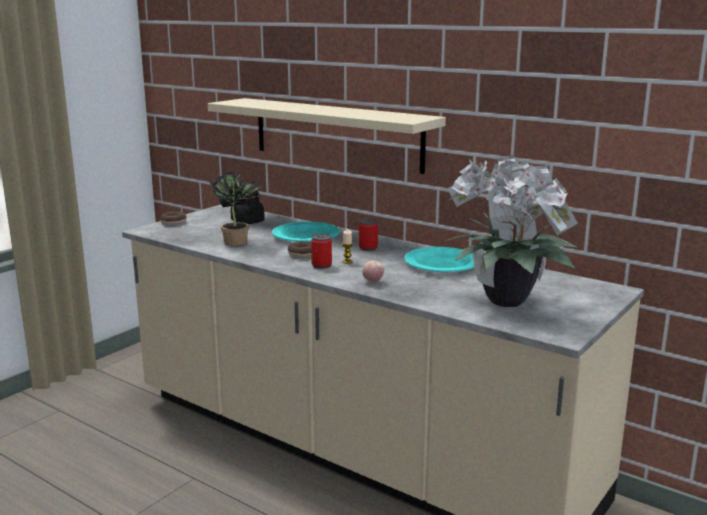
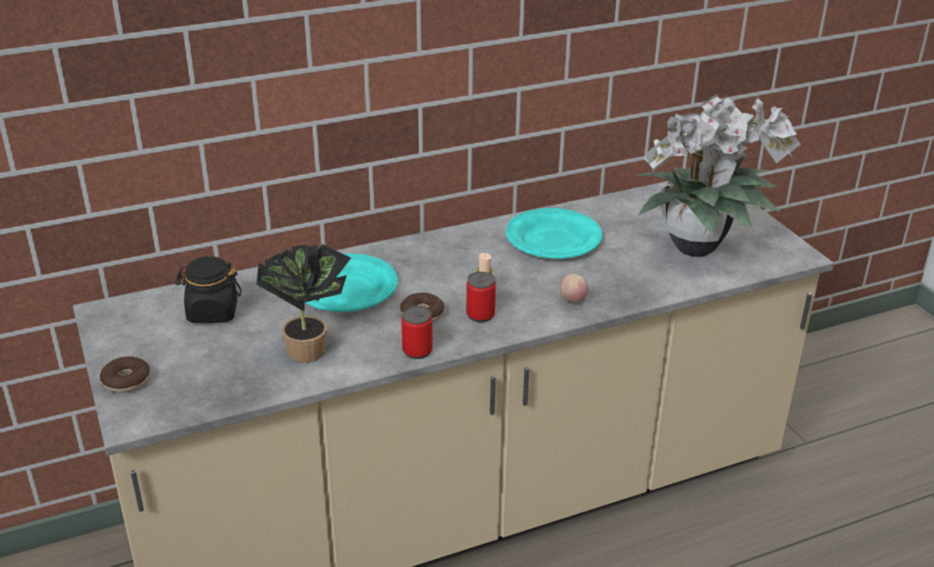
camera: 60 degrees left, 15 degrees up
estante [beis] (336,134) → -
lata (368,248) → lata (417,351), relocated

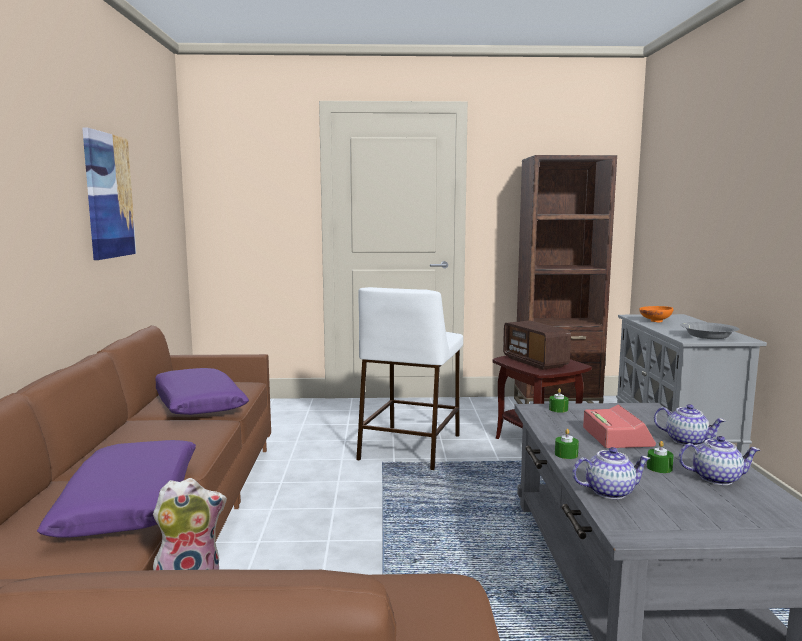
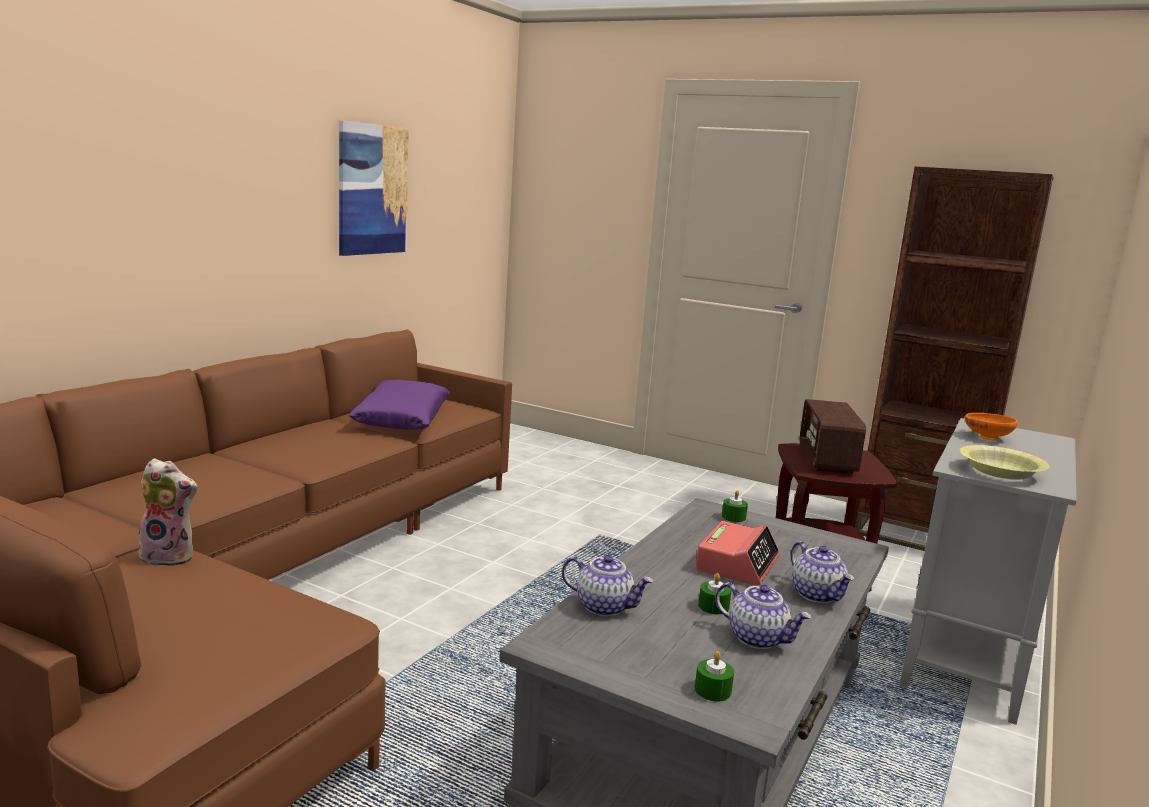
camera: 30 degrees right, 5 degrees up
cojín [morado] (130,503) → -
taburete [blanco] (410,446) → -
vela [verde] (566,454) → vela [verde] (713,690), relocated
cuenco [gris] (708,336) → cuenco [amarillo] (1000,472)

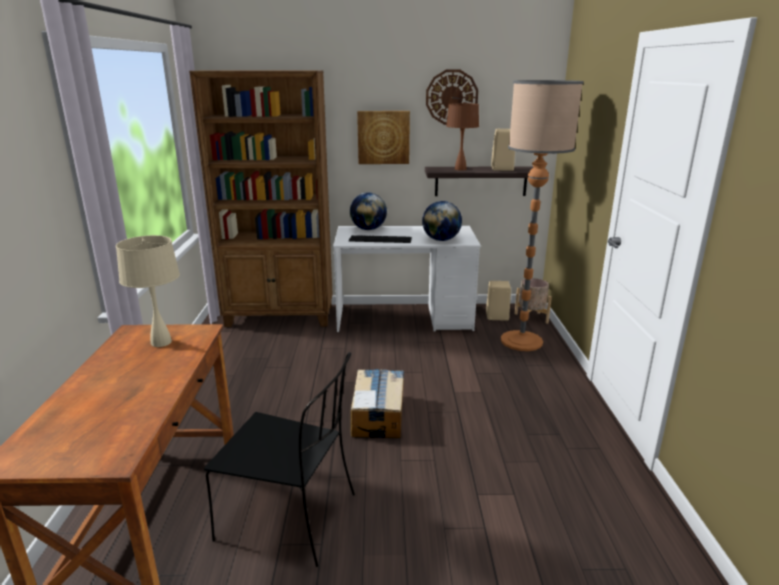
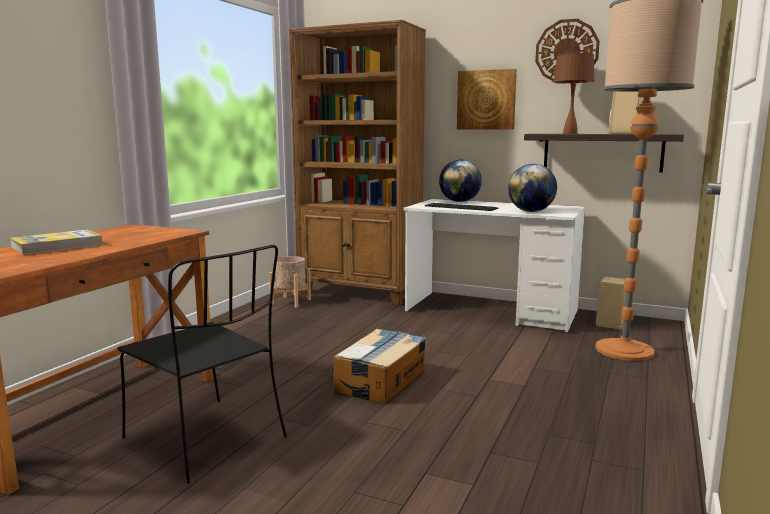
camera: 25 degrees right, 10 degrees down
lámpara de mesa [beis] (161,342) → -
maceta [beis] (531,318) → maceta [beis] (290,302), relocated
- → libro (57,246)

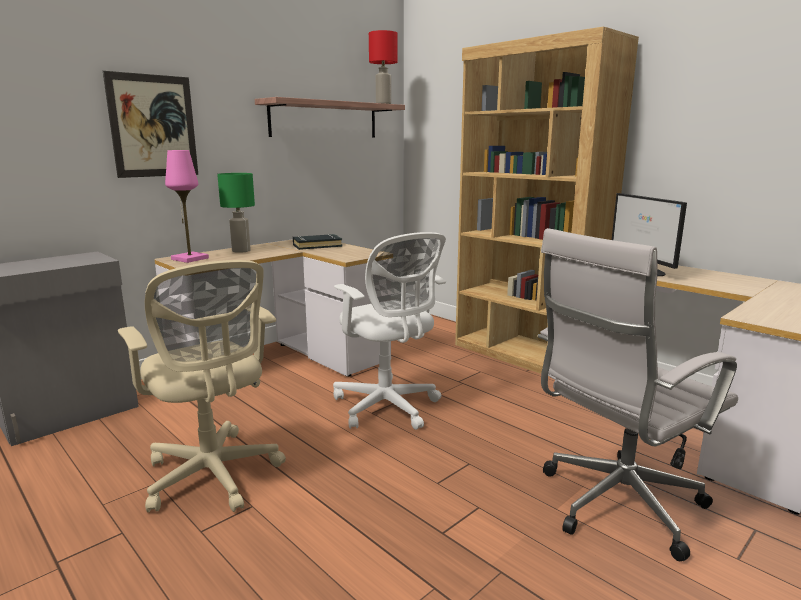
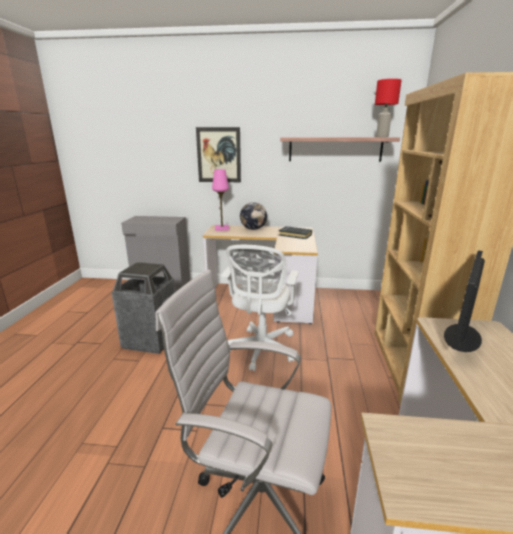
camera: 50 degrees right, 5 degrees up
silla de oficina [beis] (214,477) → papelera (150,340)
lámpara de mesa [verde] (241,251) → globo terráqueo (253,229)

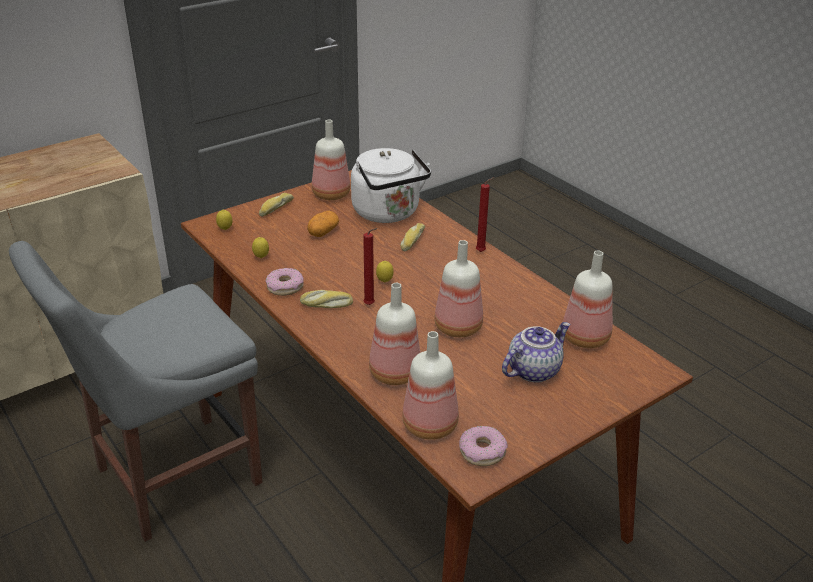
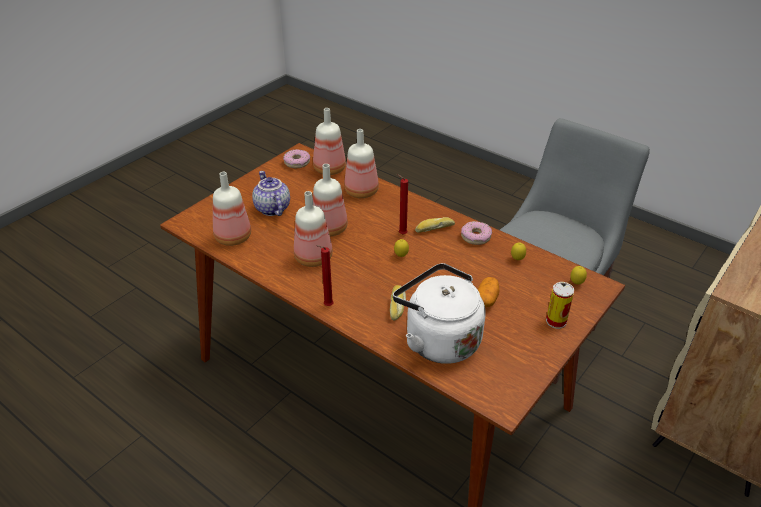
camera: 165 degrees right, 5 degrees up
pan (275,208) → lata (556,321)
botella (330,195) → botella (314,257), relocated
tetera (533,370) → tetera (271,208), 120 degrees clockwise

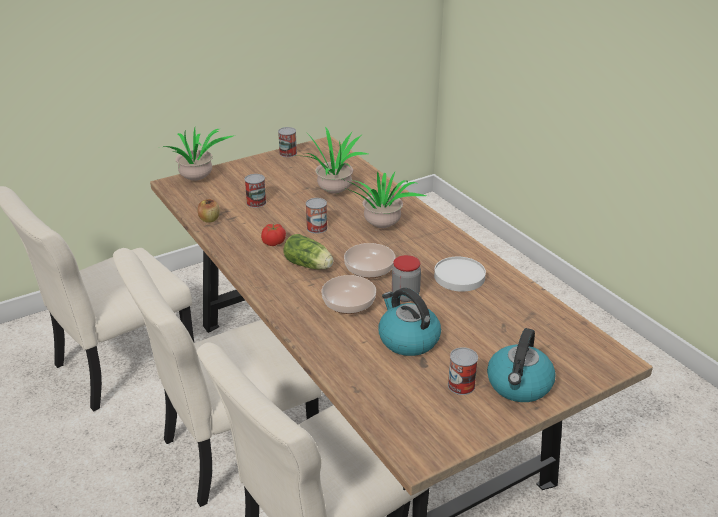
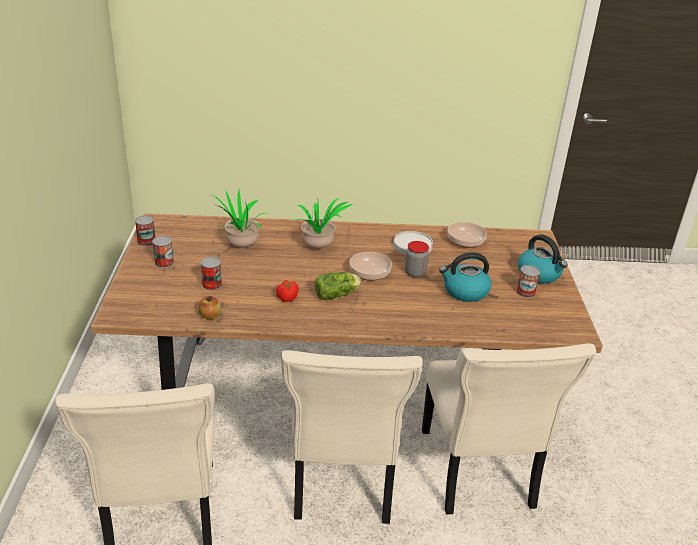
camera: 60 degrees left, 0 degrees up
planta en maceta (198,180) → -
lata (317,228) → lata (164,262), relocated
cuenco (348,304) → cuenco (466,242), relocated

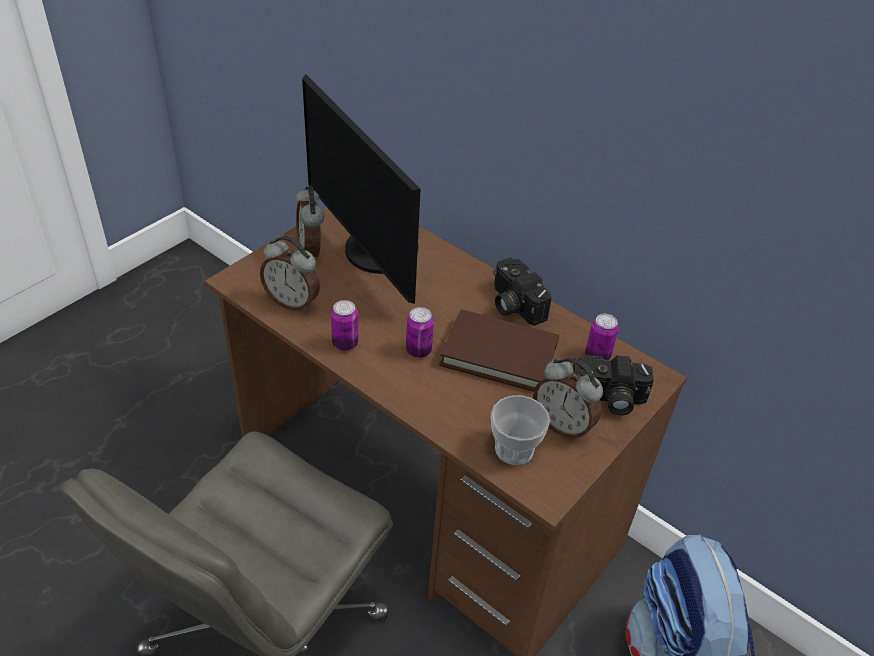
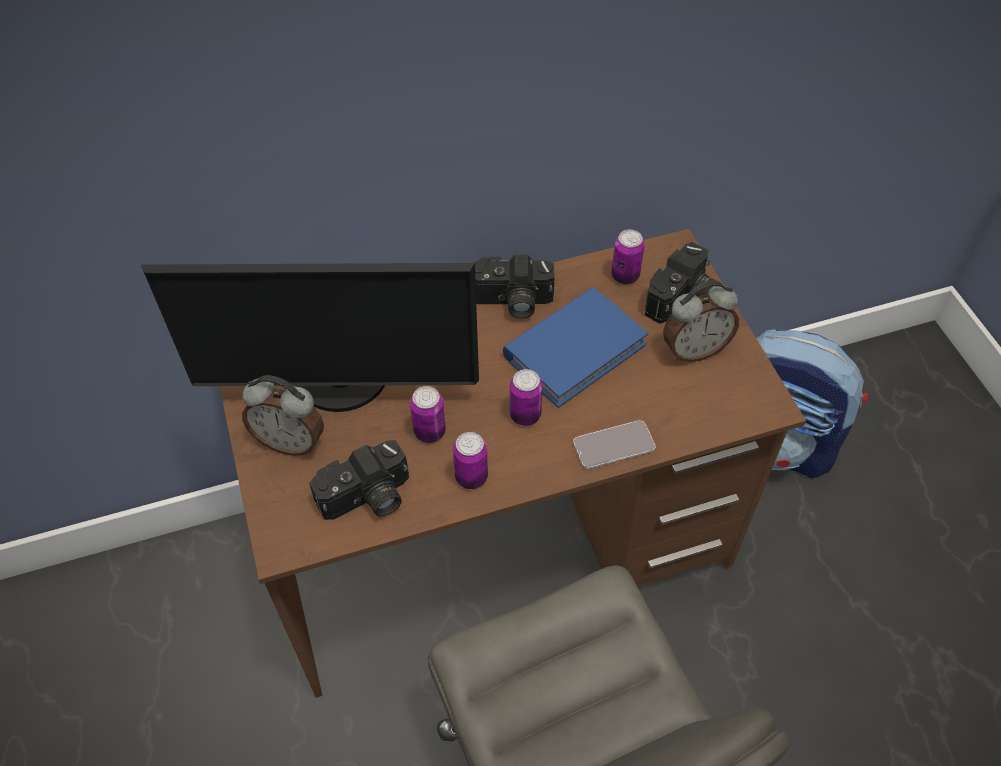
camera: 55 degrees left, 10 degrees up
despertador (292,302) → cámara (367,499)
libro [marrón] (499,355) → libro [azul] (574,350)
taza (514,449) → -
- → lata (429,432)
- → móvil (614,446)

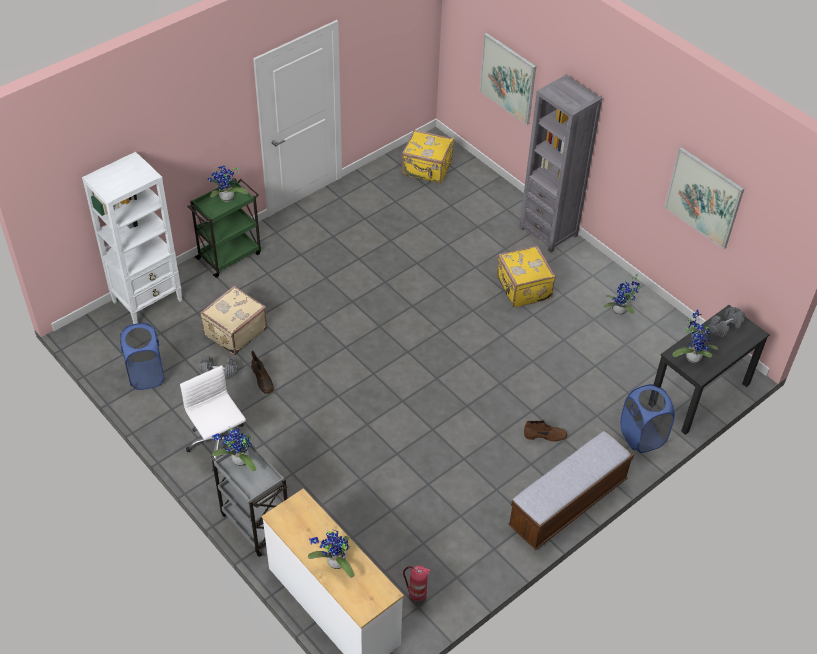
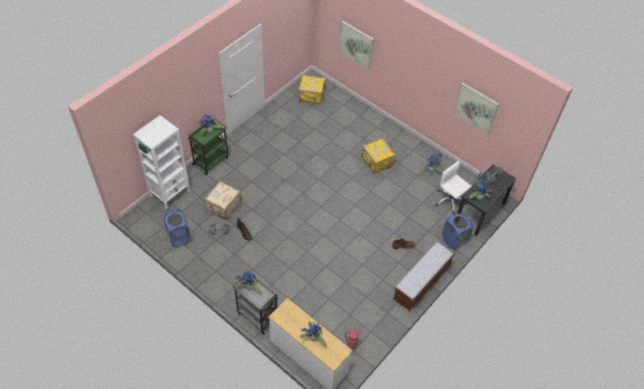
camera: 10 degrees left, 5 degrees up
silla de oficina [blanco] (219,444) → silla de oficina [blanco] (450,200), relocated
estantería [gris] (548,232) → -

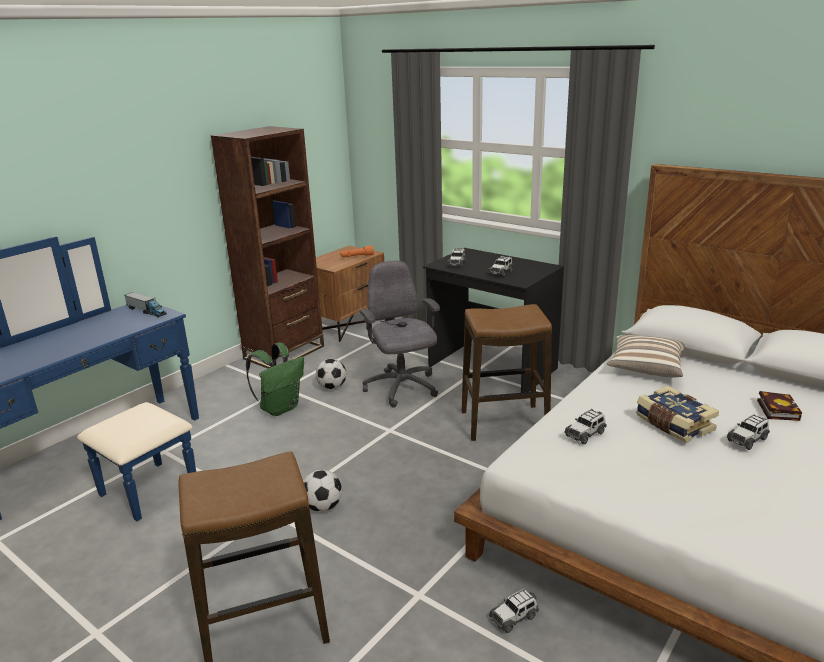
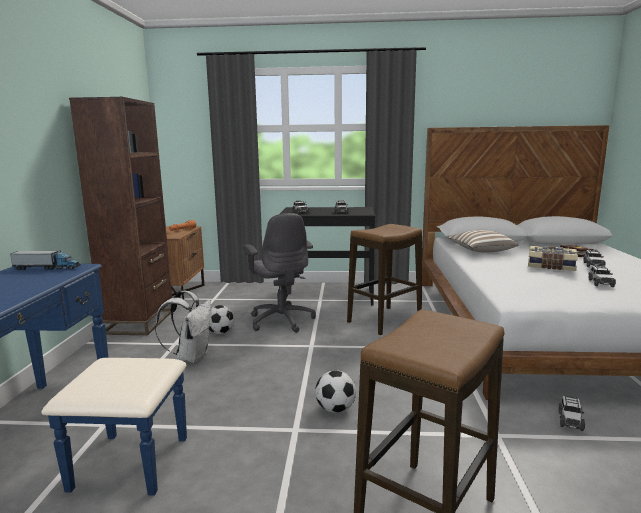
camera: 35 degrees left, 10 degrees down
mochila [verde] (280,408) → mochila [blanco] (191,357)
silla de oficina [gris] (402,388) → silla de oficina [gris] (281,320), 150 degrees counterclockwise
coche de juguete (585,434) → coche de juguete (600,283), relocated

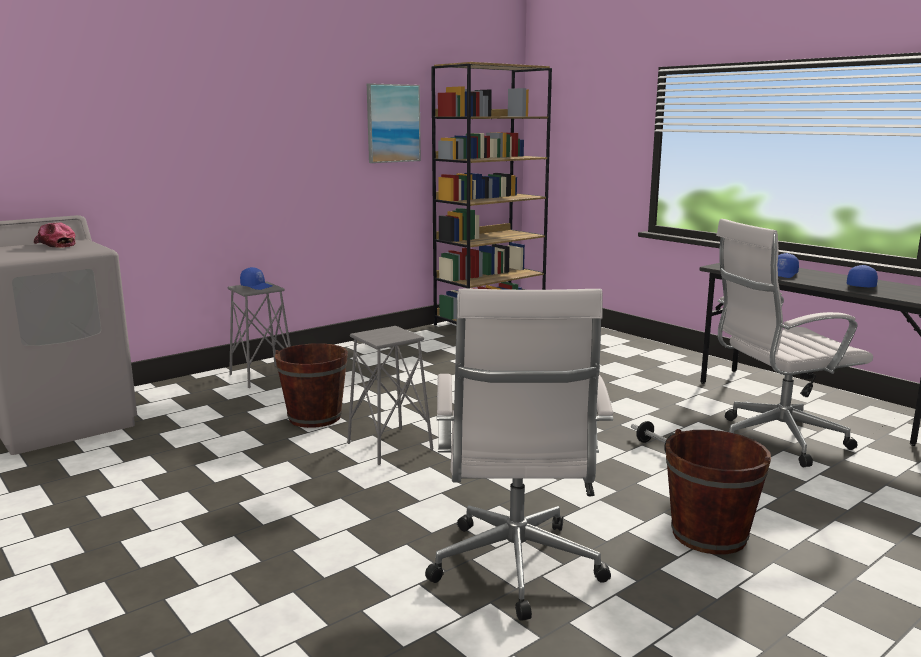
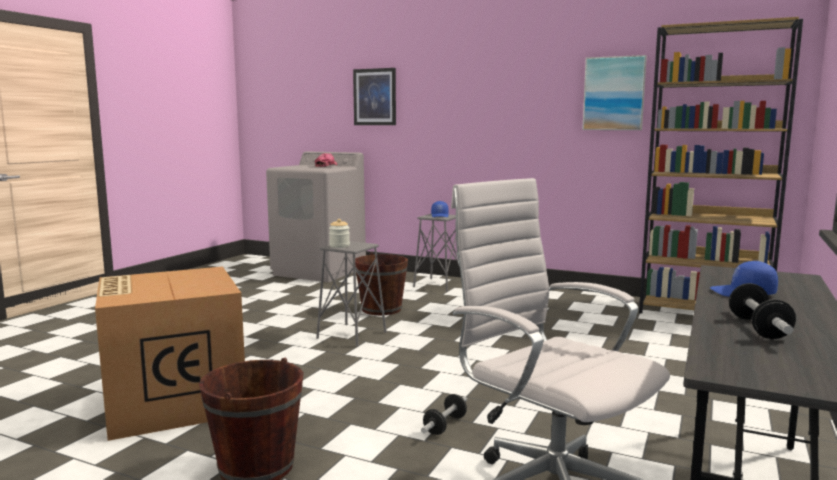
camera: 65 degrees right, 5 degrees down
silla de oficina [blanco] (516,571) → caja de cartón (173,401)
gorra [azul] (861,286) → mancuerna (758,328)
- → tarro (339,246)
- → cuadro (375,97)

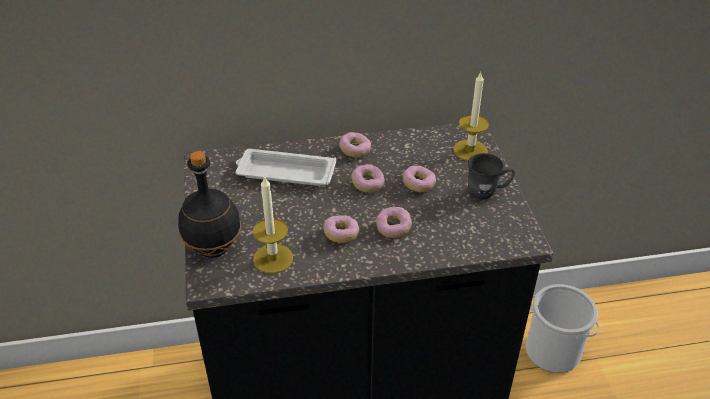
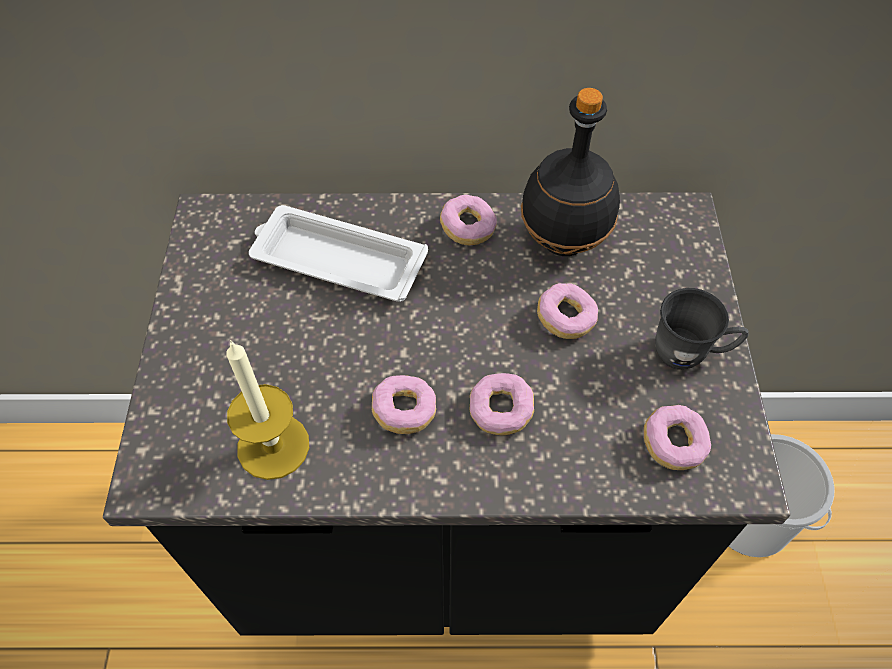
camera: 10 degrees right, 15 degrees up
botella [negro] (213,248) → botella [negro] (562,240), relocated
rosquilla (367,184) → rosquilla (673,444), relocated
vela (470,150) → -

